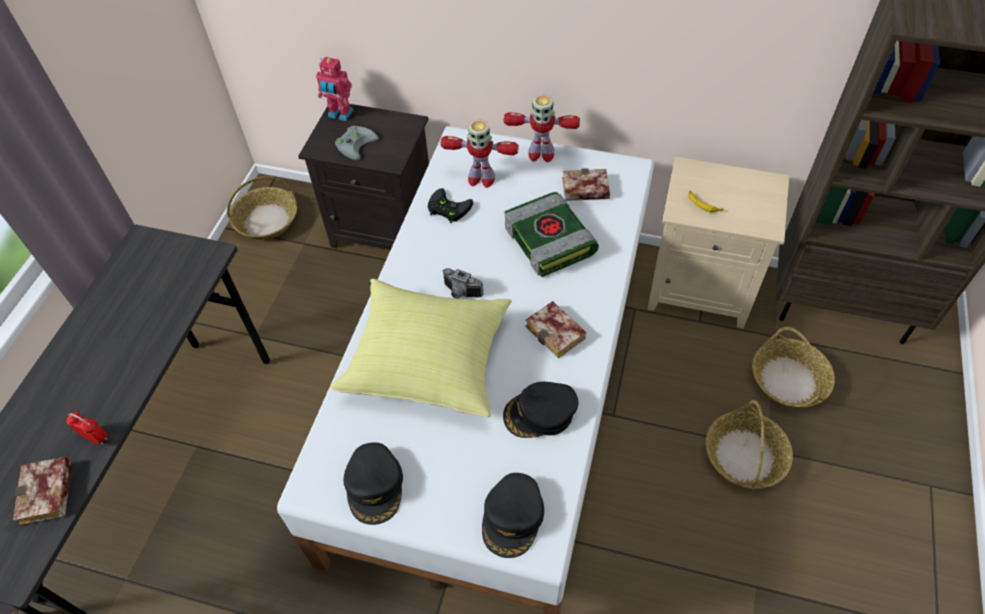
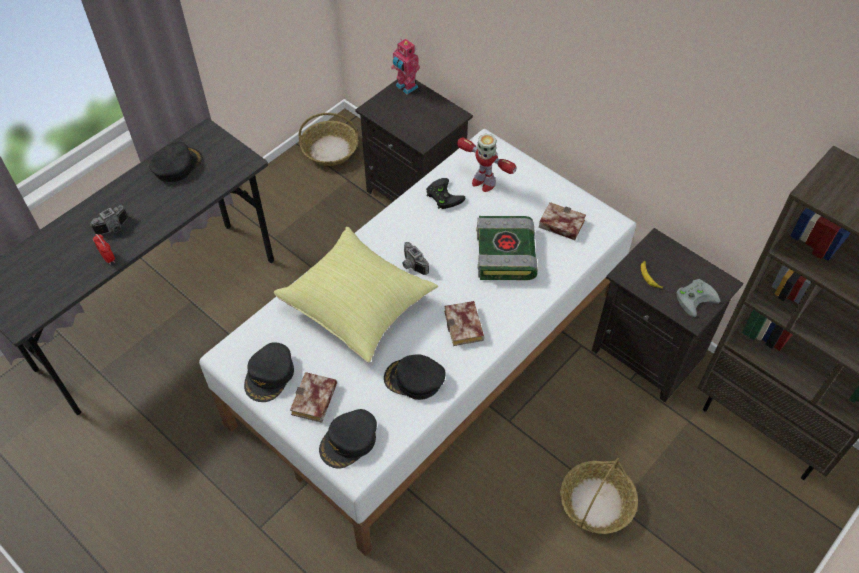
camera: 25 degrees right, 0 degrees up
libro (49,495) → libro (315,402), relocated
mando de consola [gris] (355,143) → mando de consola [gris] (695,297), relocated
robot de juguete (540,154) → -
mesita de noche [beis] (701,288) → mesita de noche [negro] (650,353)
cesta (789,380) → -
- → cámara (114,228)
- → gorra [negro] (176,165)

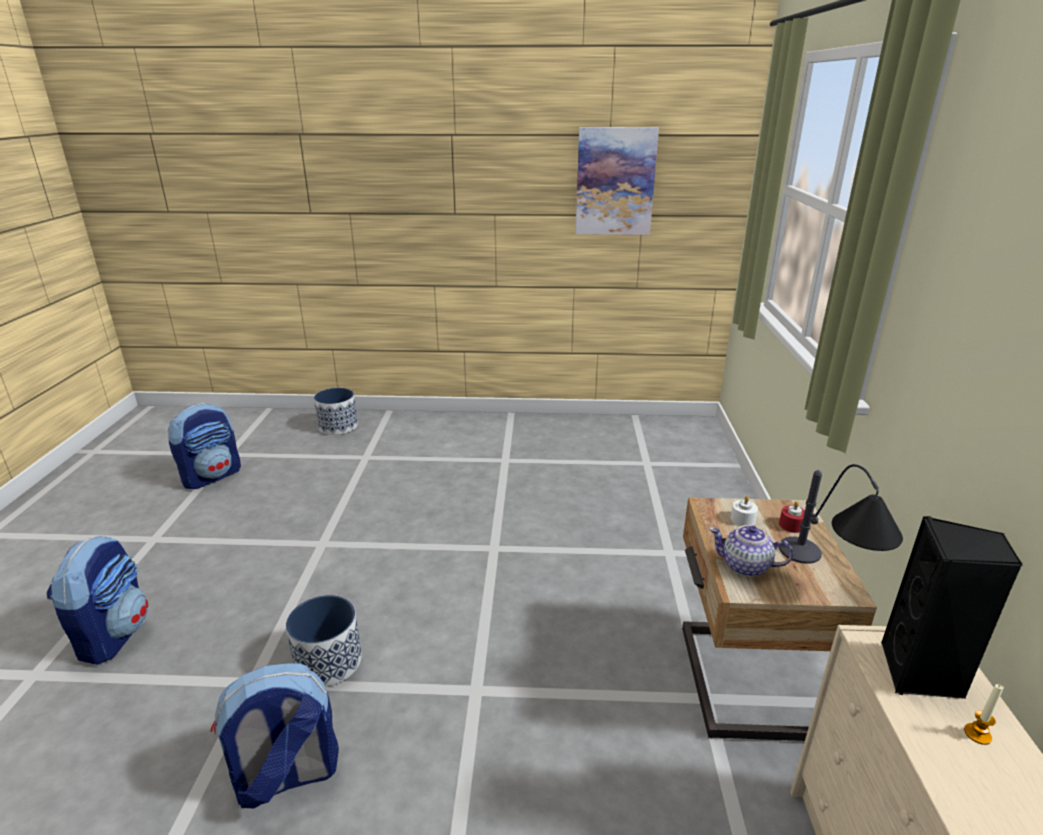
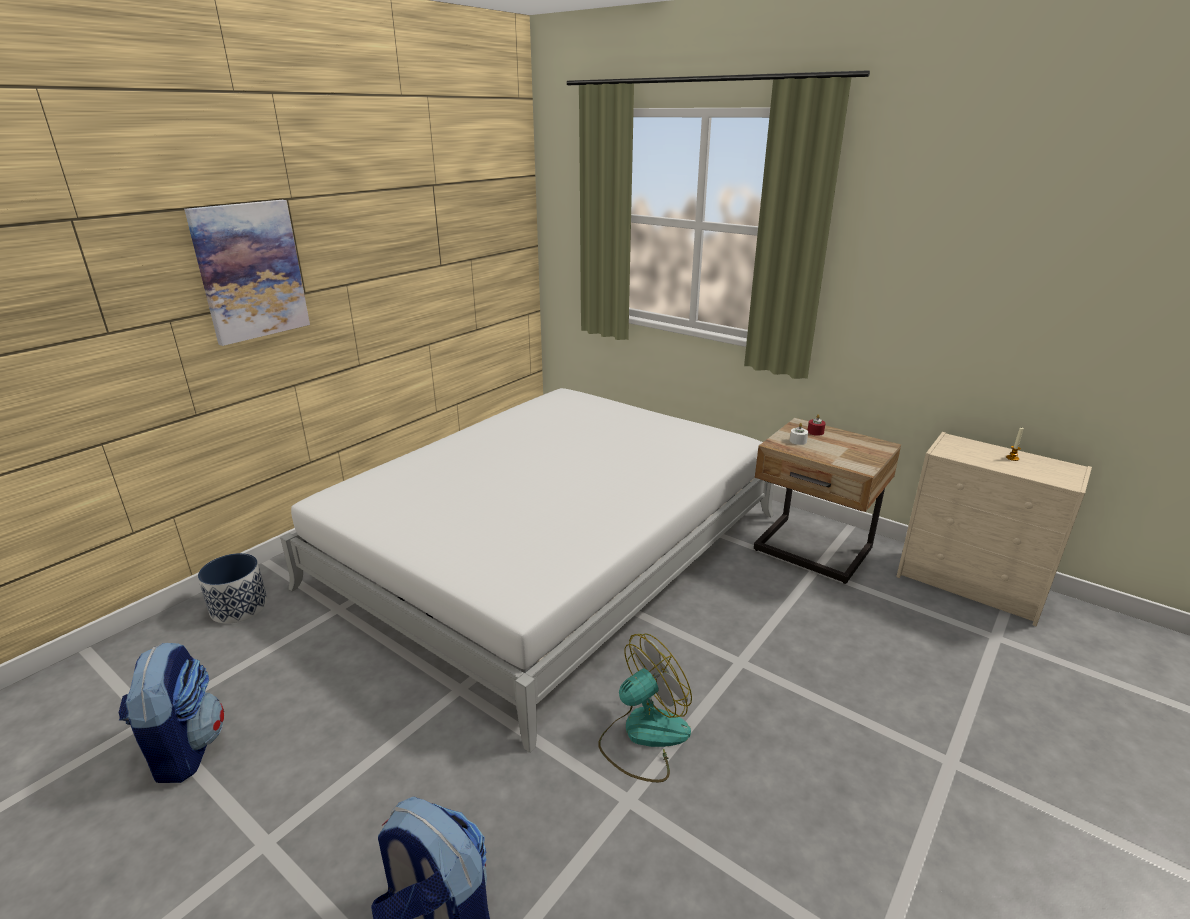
camera: 55 degrees left, 0 degrees up
mochila (286,777) → -
maceta (329,661) → ventilador (643,736)
cuadro (615,182) → cuadro (250,271), relocated
tetera (746,566) → -
lámpara de mesa (829,576) → -
altavoz [negro] (921,674) → -
- → cama [blanco] (550,549)

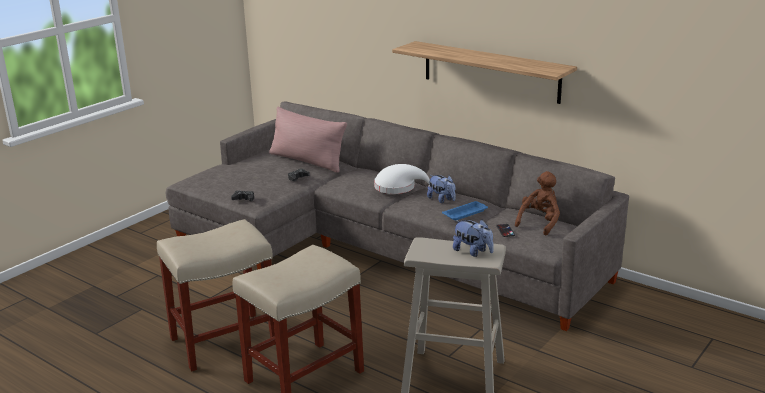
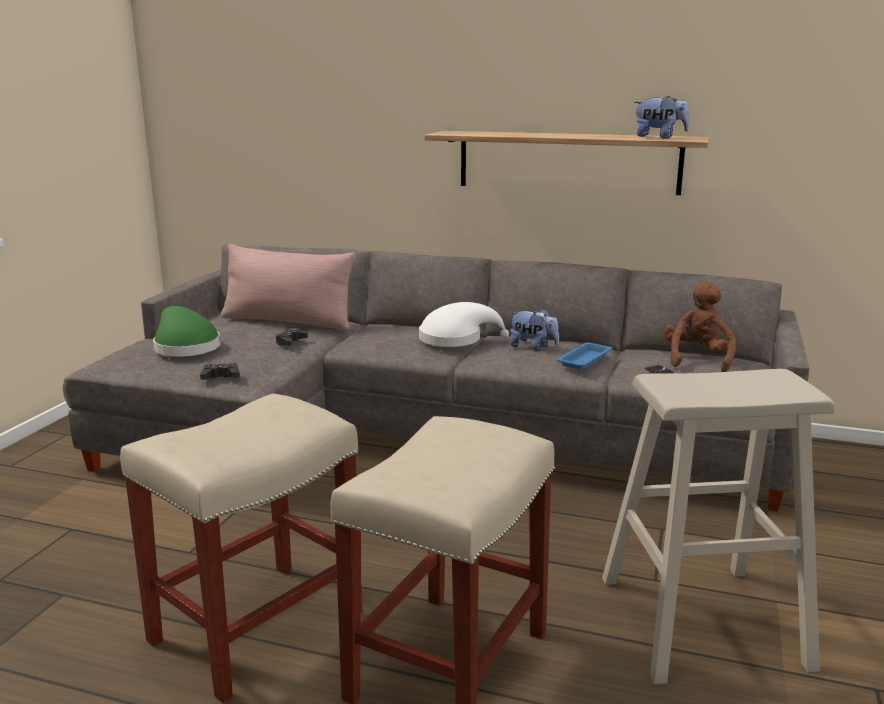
camera: 20 degrees left, 5 degrees down
peluche (473,252) → peluche (659,137), relocated
- → sombrero [verde] (184,347)

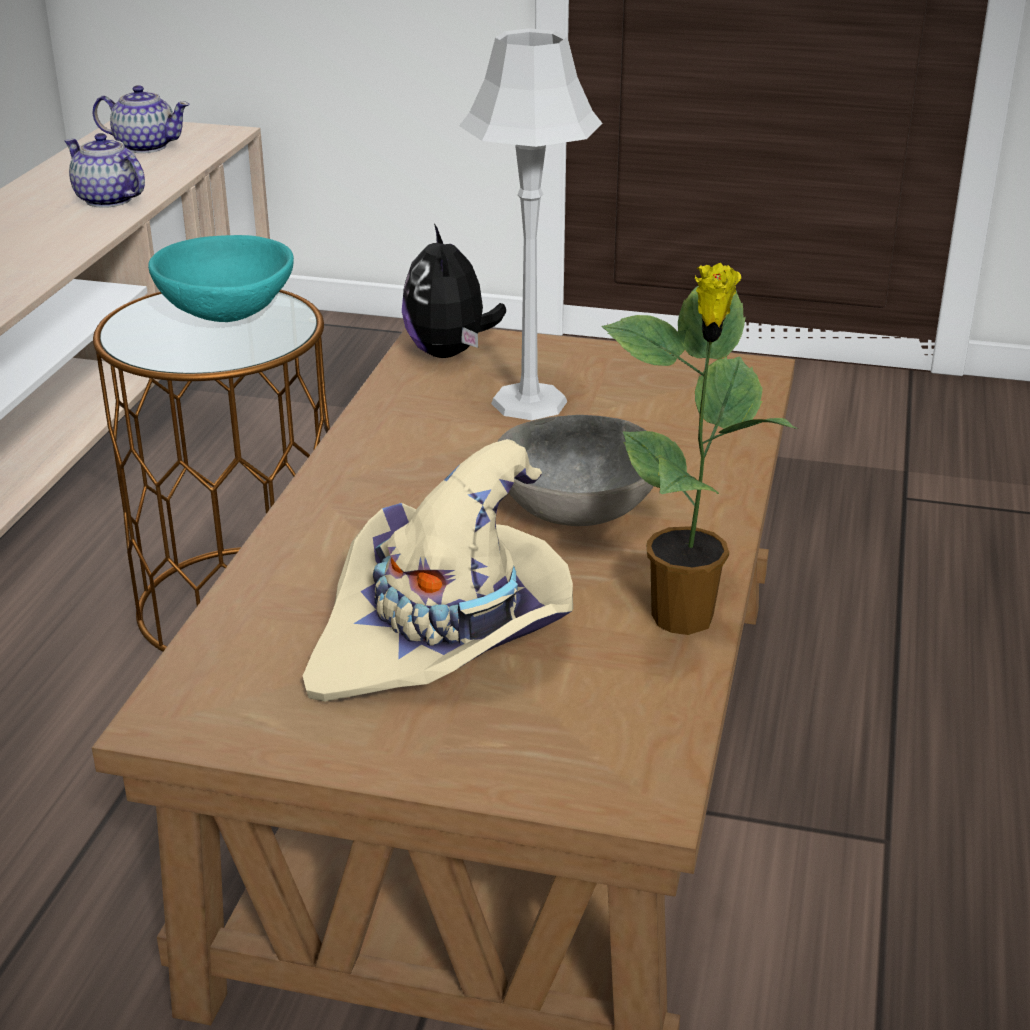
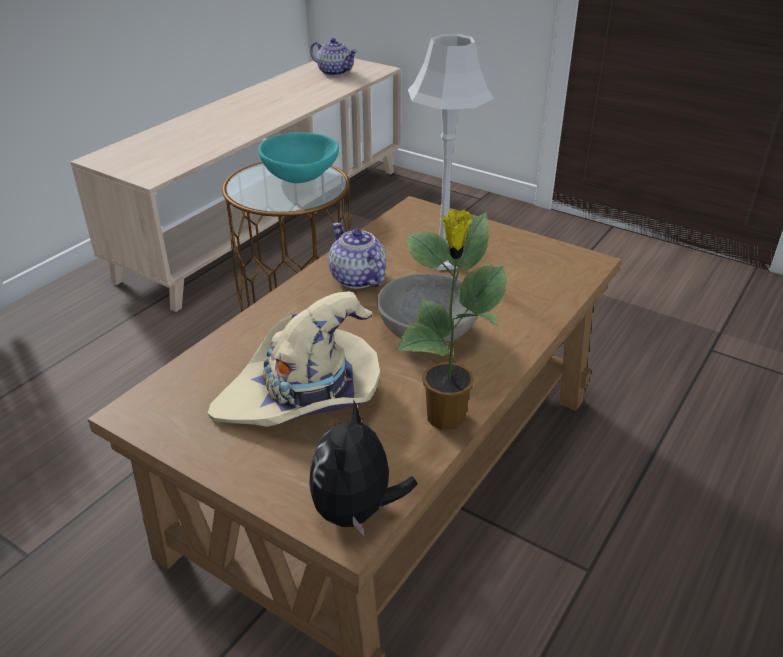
camera: 20 degrees right, 5 degrees up
tetera (109,200) → tetera (357,279), relocated
peluche (450,353) → peluche (357,511), relocated

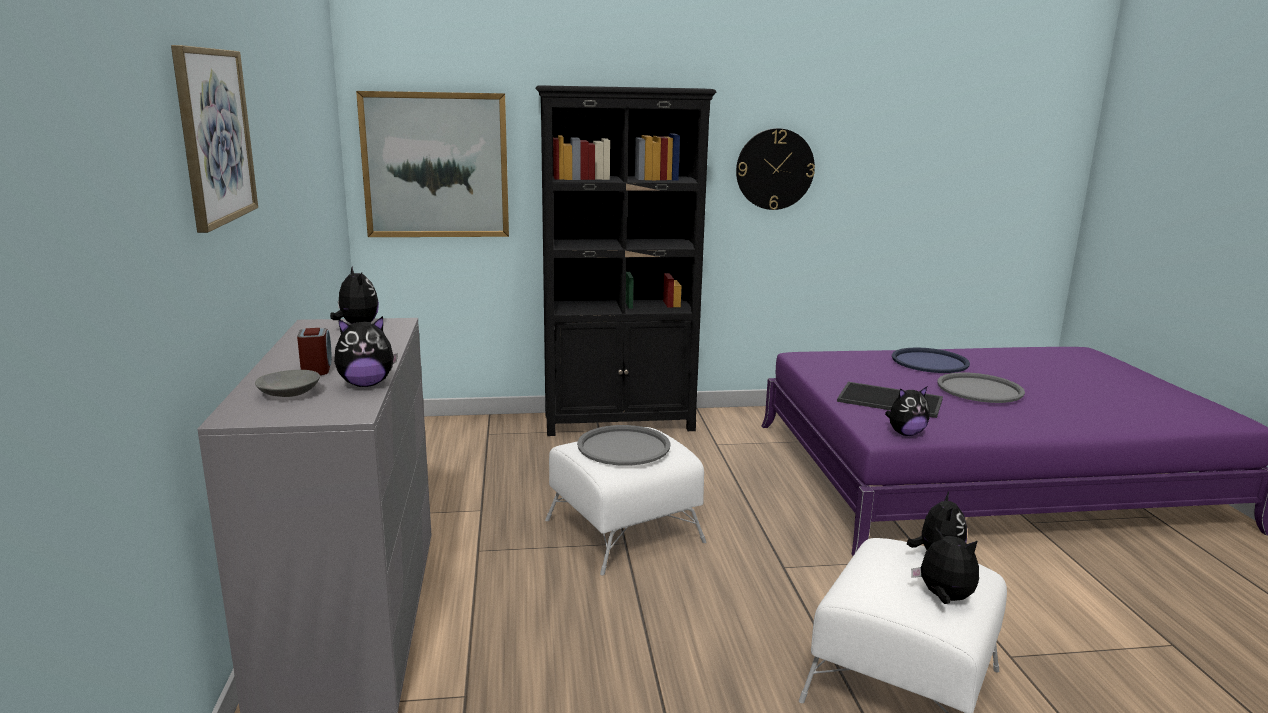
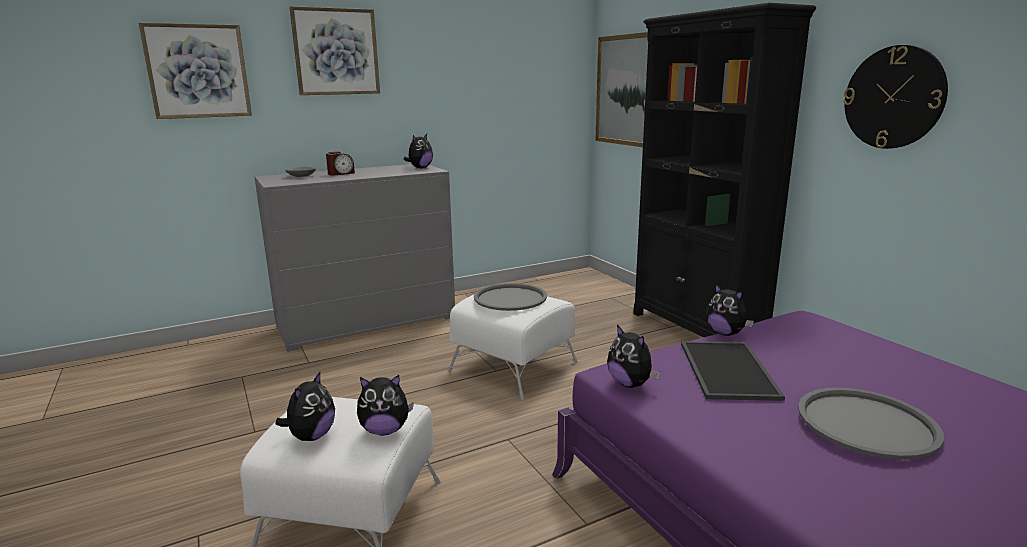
camera: 70 degrees right, 0 degrees up
peluche (366,384) → peluche (726,333), relocated
bandeja [azul] (929,362) → -
- → cuadro (198,71)

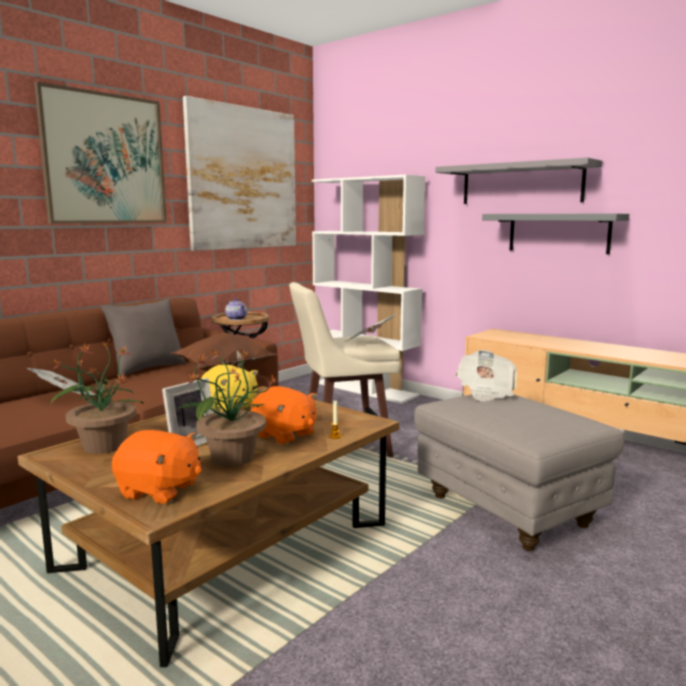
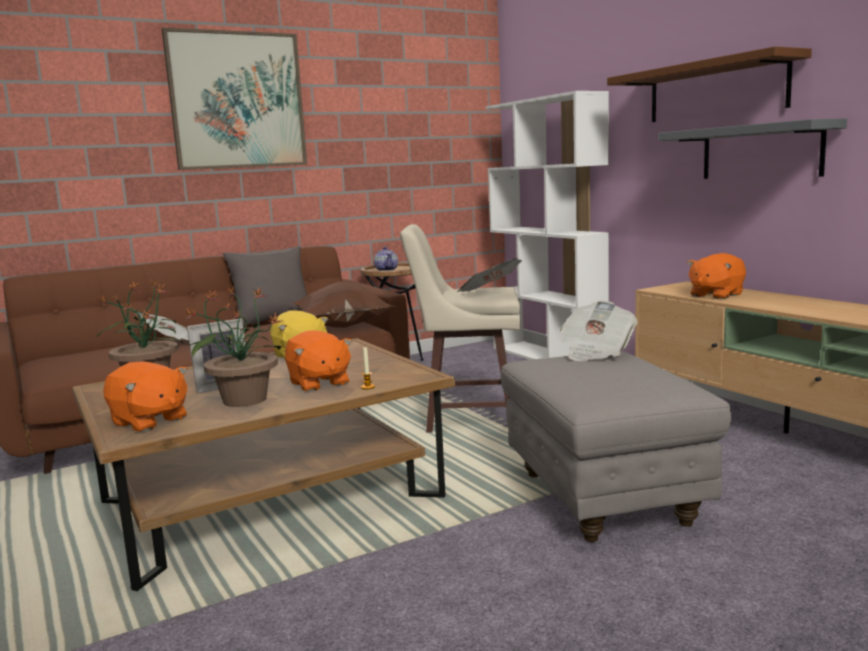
camera: 20 degrees right, 0 degrees up
cuadro (243,178) → -
estante [gris] (521,184) → estante [marrón] (715,90)
- → peluche [naranja] (715,295)

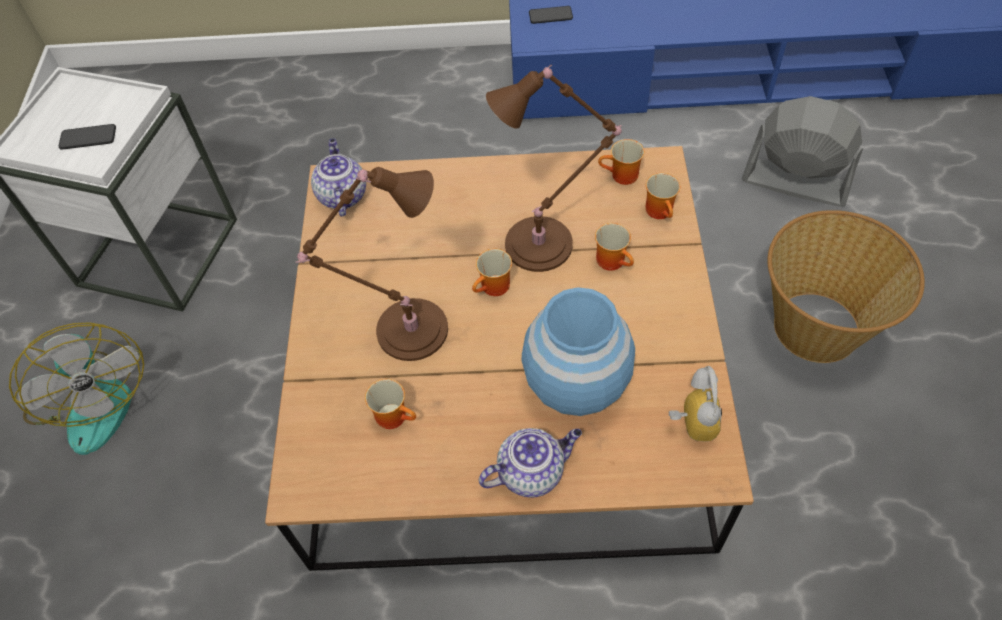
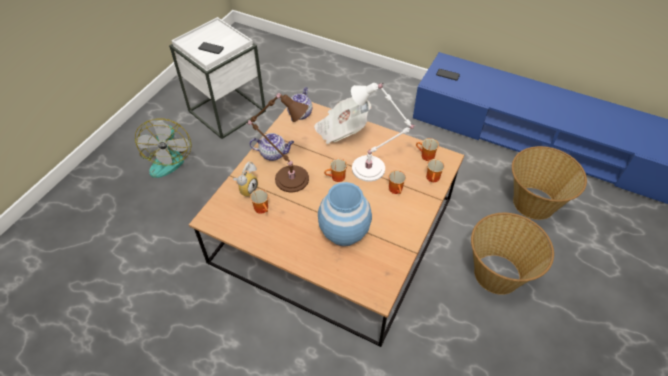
camera: 25 degrees right, 5 degrees down
tetera (532,471) → tetera (273,154), relocated
lámpara de mesa [marrón] (544,243) → lámpara de mesa [blanco] (371,169)
despertador (690,422) → despertador (247,188), relocated
ventilador [gris] (795,182) → cesta (533,203)
- → periódico (341,130)

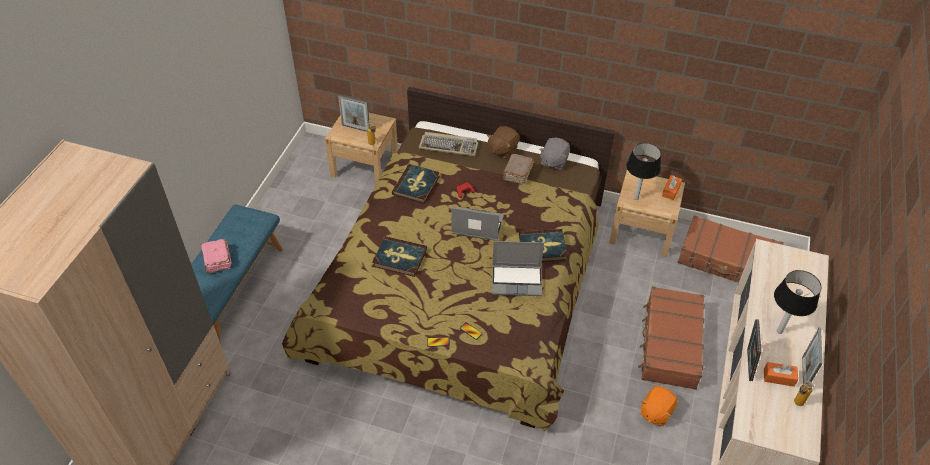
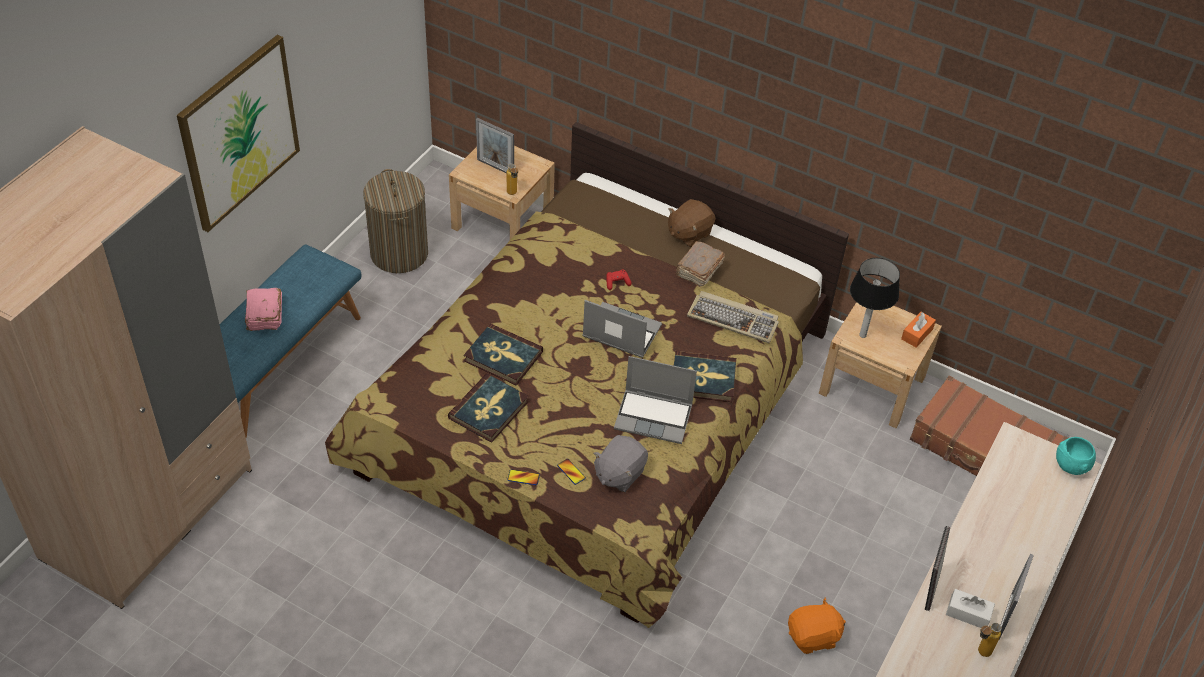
camera: 10 degrees right, 0 degrees up
libro (416,185) → libro (489,410), relocated
teclado (449,145) → teclado (733,319), relocated
peluche [gris] (553,161) → peluche [gris] (619,474), relocated
maleta [marrón] (670,344) → -
peluche [naranja] (656,412) → peluche [naranja] (813,637), 150 degrees counterclockwise
caja de pañuelos [naranja] (778,377) → caja de pañuelos [blanco] (968,613)
lámpara de mesa (779,331) → -
- → cuadro (239,132)
- → cesto de la ropa (399,253)
- → cuenco [turquesa] (1070,467)

